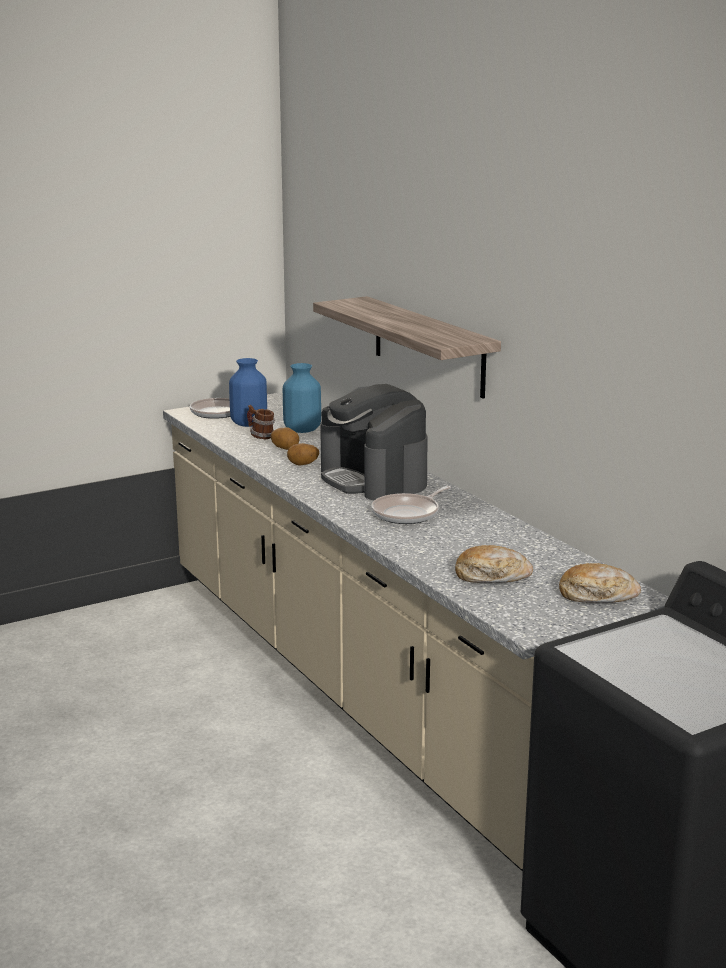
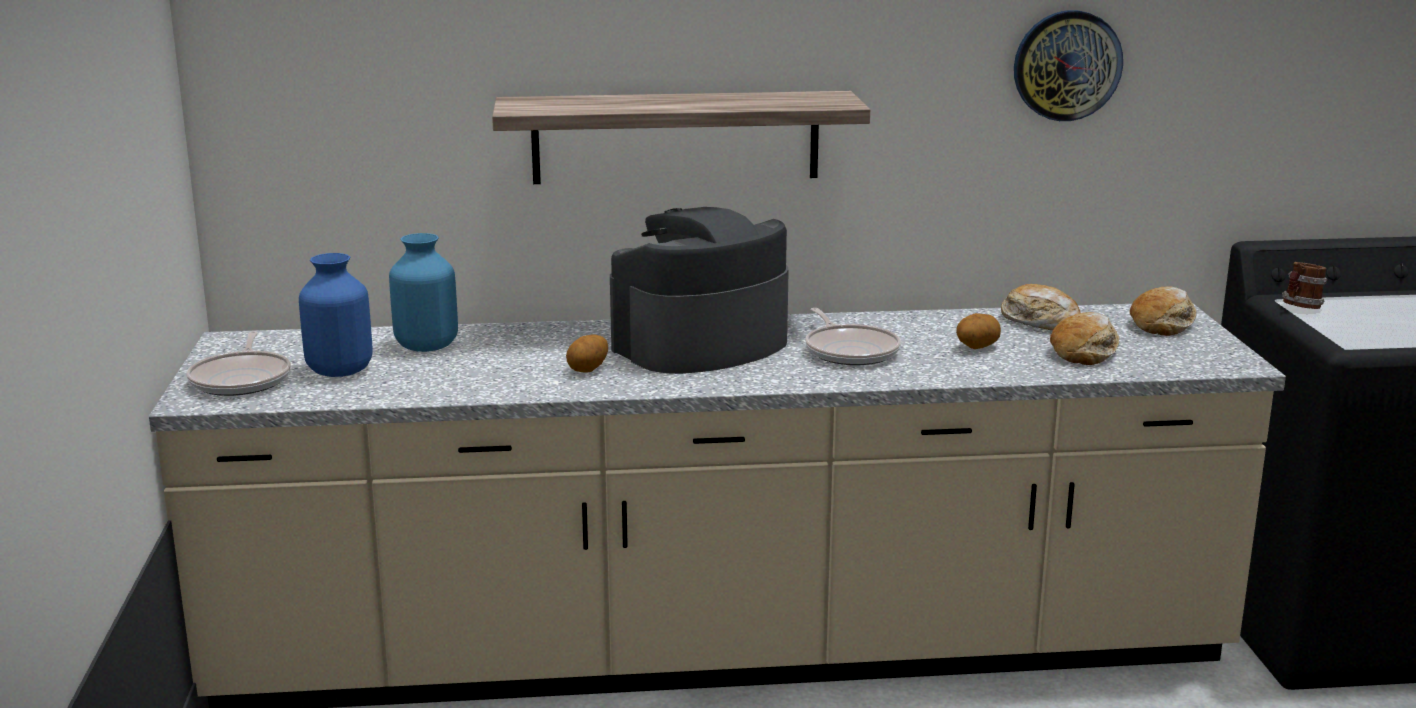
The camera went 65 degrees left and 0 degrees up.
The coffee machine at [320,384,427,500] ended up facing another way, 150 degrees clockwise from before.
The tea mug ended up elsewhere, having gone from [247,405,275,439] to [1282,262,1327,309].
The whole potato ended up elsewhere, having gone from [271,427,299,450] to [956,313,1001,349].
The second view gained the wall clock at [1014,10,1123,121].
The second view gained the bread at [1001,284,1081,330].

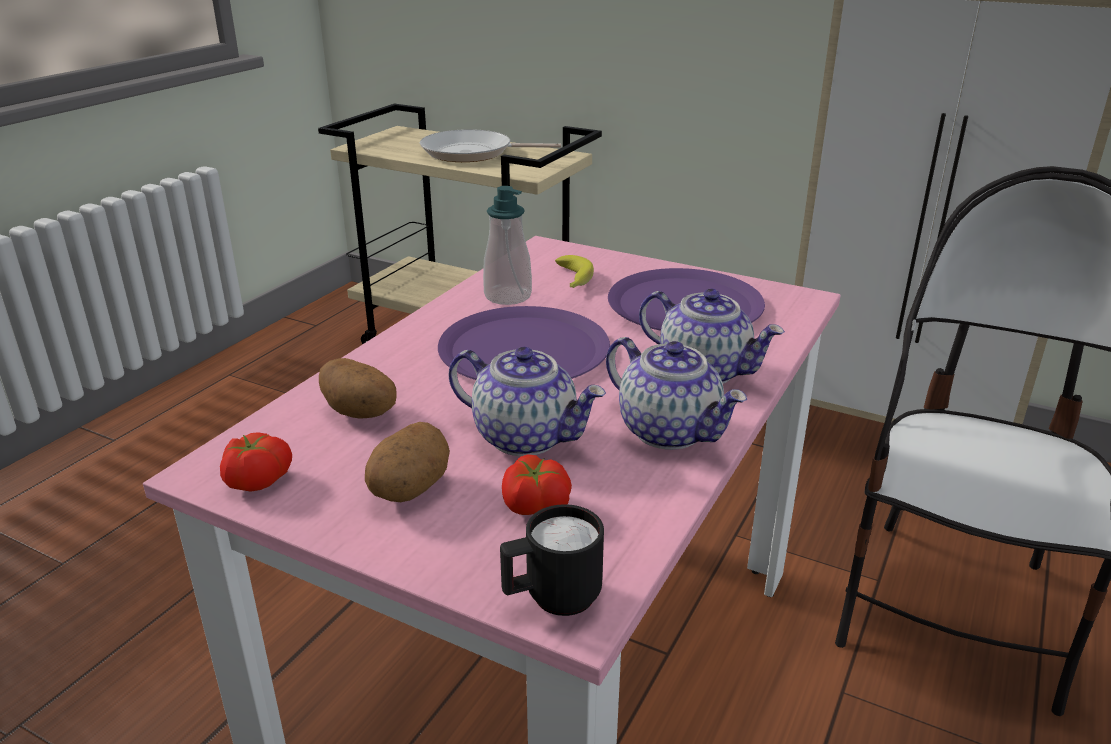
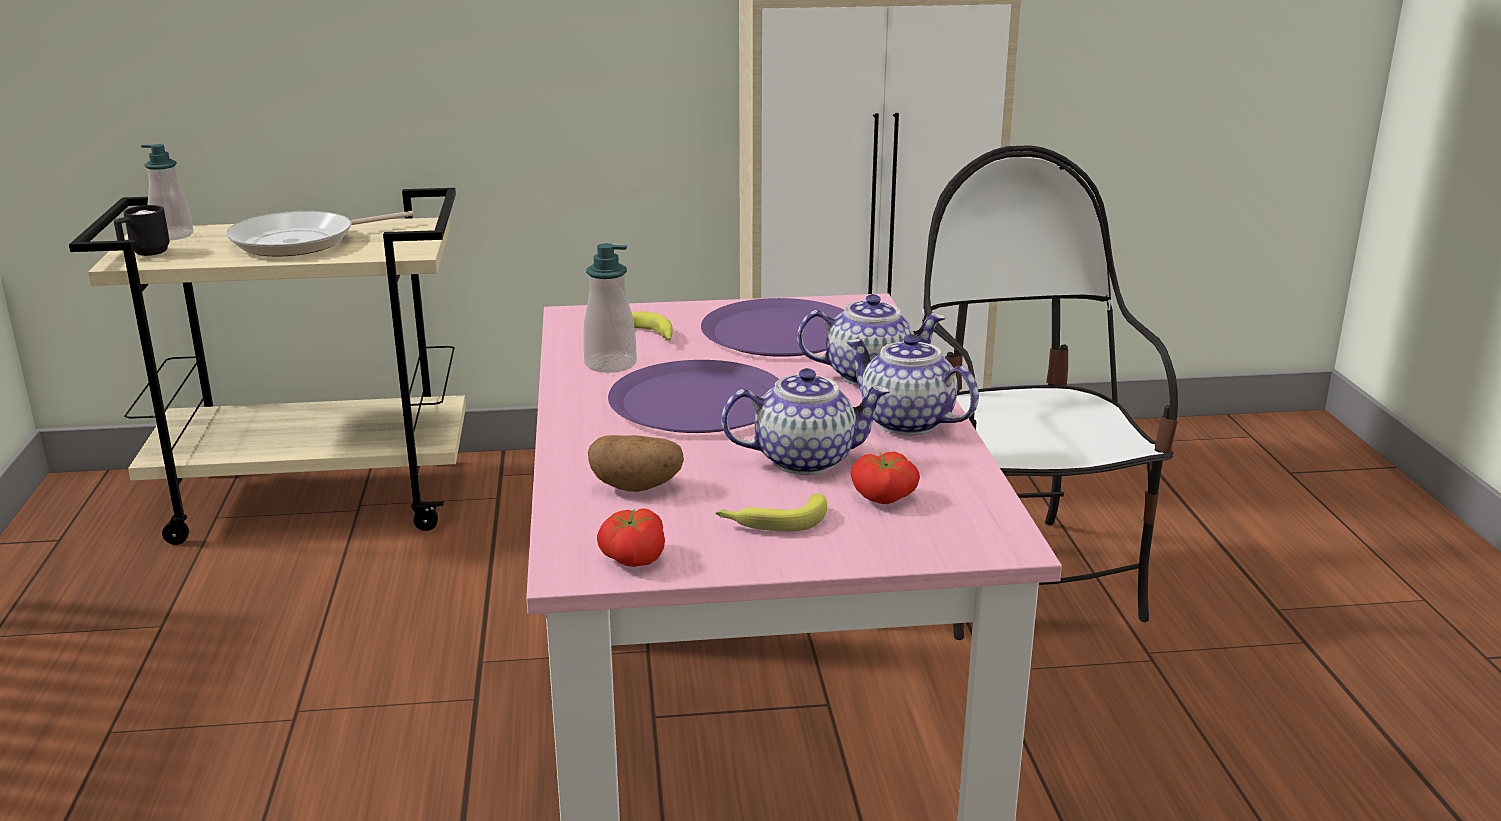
The camera went 35 degrees left and 5 degrees down.
The teapot at [606,337,747,450] ended up facing another way, 150 degrees counterclockwise from before.
Where the whole potato stood at [365,422,450,502], the whole banana came to stand at [716,494,827,531].
The black-coloured tea mug ended up elsewhere, having gone from [500,504,604,616] to [114,205,170,256].
The second view gained the soap bottle at [141,144,193,240].

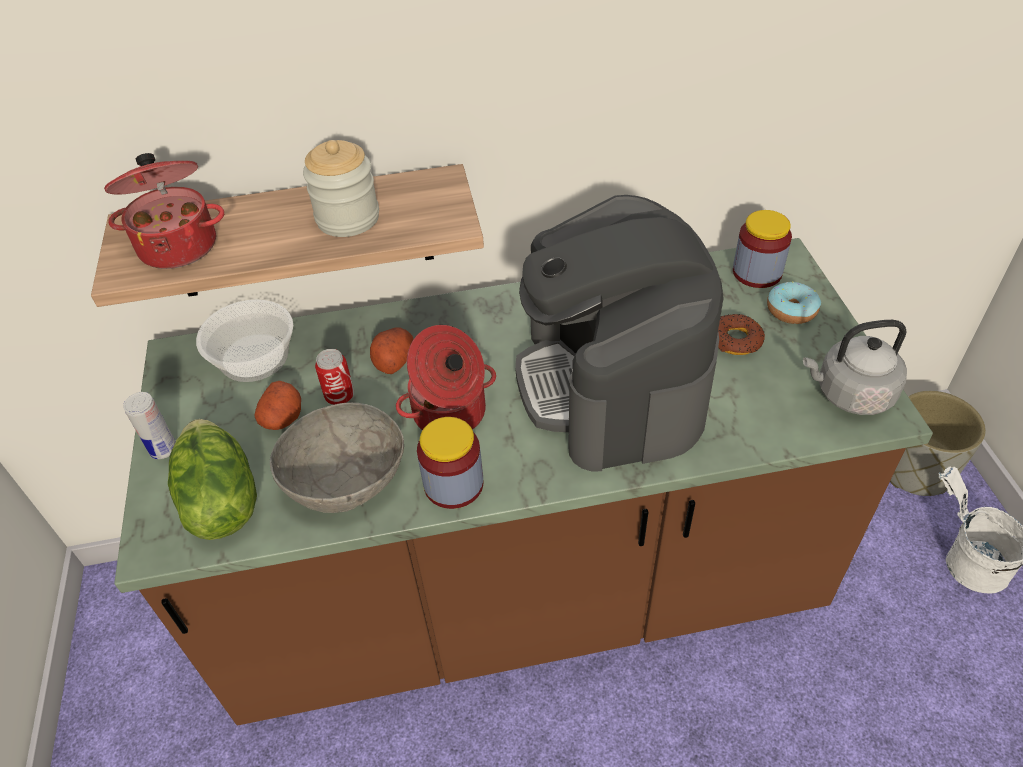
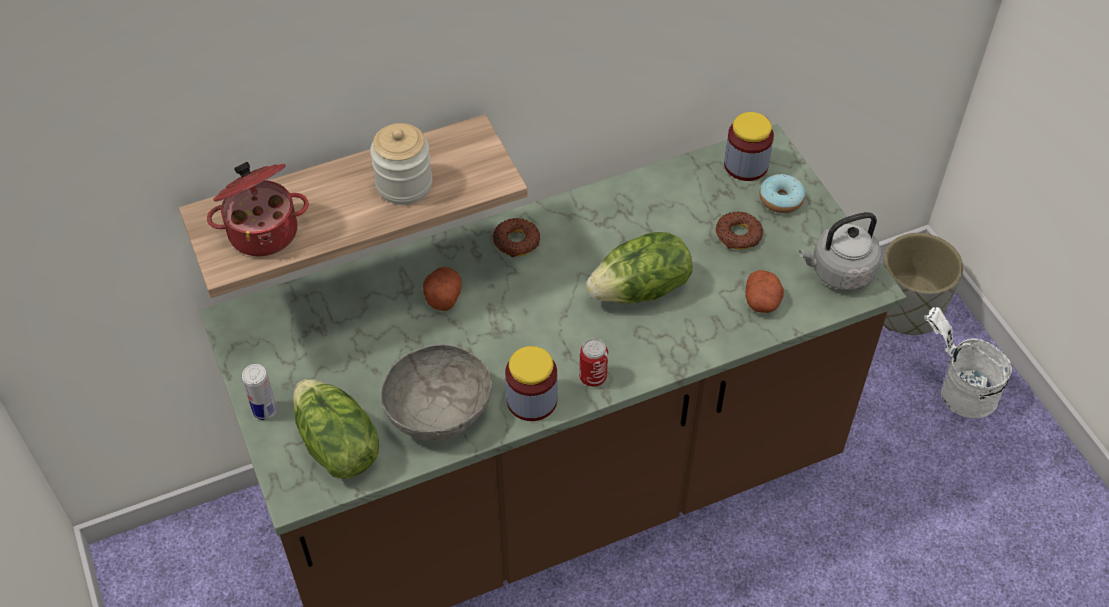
The camera went 15 degrees left and 5 degrees up.
Where the coffee machine stood at [515,195,724,472], the lettuce head came to stand at [587,232,693,303].
The second view lost the bowl at [196,300,293,382].
The second view lost the saucepot at [396,325,496,430].
The can ended up elsewhere, having gone from [315,349,354,405] to [579,338,608,387].
The whole potato ended up elsewhere, having gone from [255,381,301,430] to [745,270,784,313].
The second view gained the donut at [493,218,541,257].

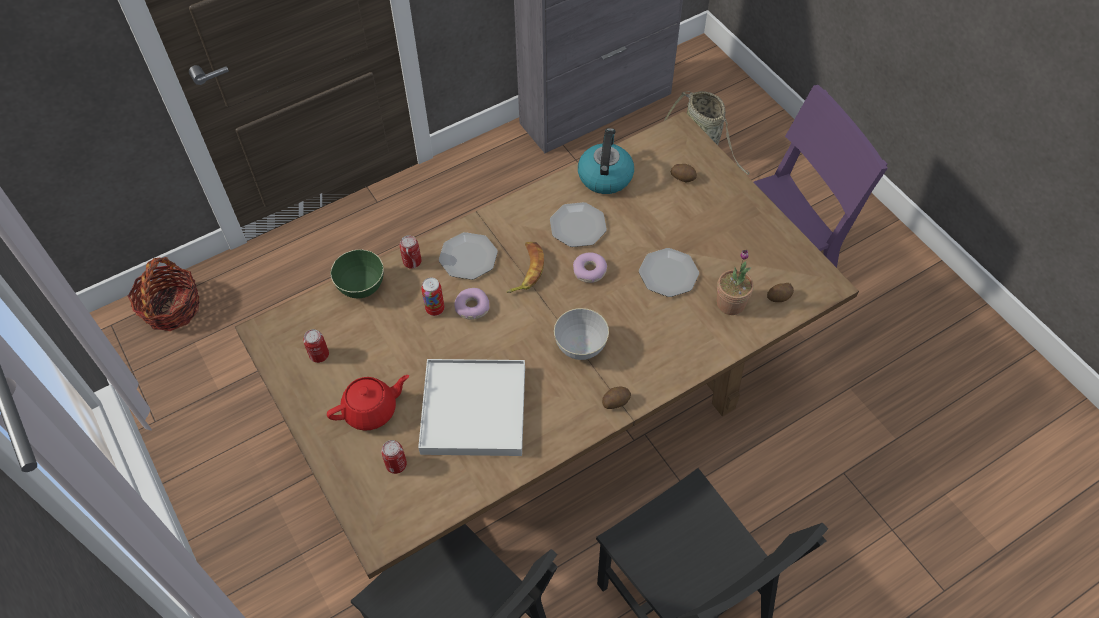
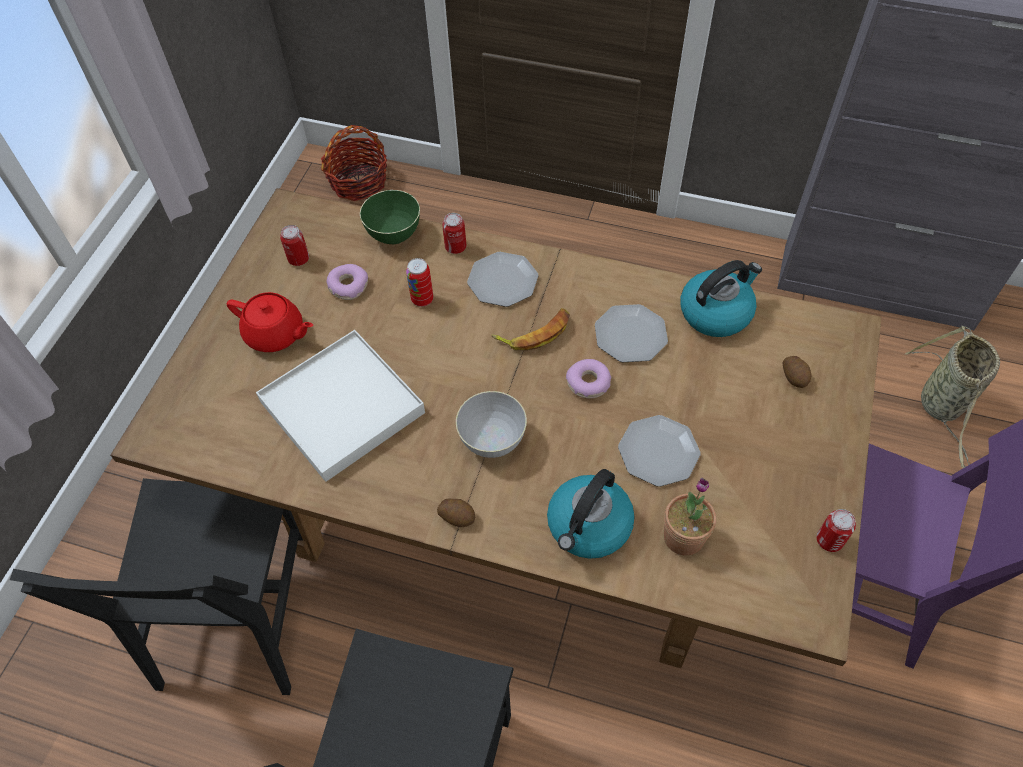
The camera went 50 degrees right and 0 degrees up.
The second view lost the whole potato at [767,283,794,302].
The donut ended up elsewhere, having gone from [454,288,489,320] to [327,264,368,300].
The can ended up elsewhere, having gone from [381,440,407,474] to [816,509,856,552].
The second view gained the tea kettle at [547,469,635,559].

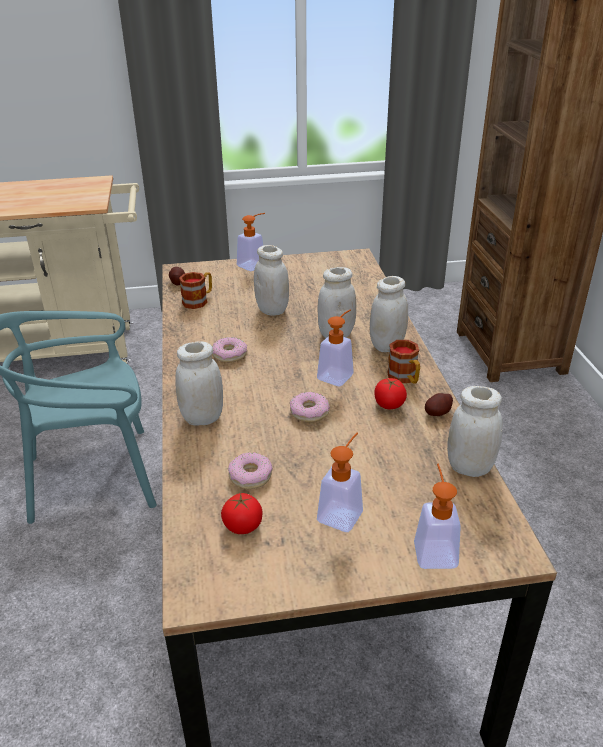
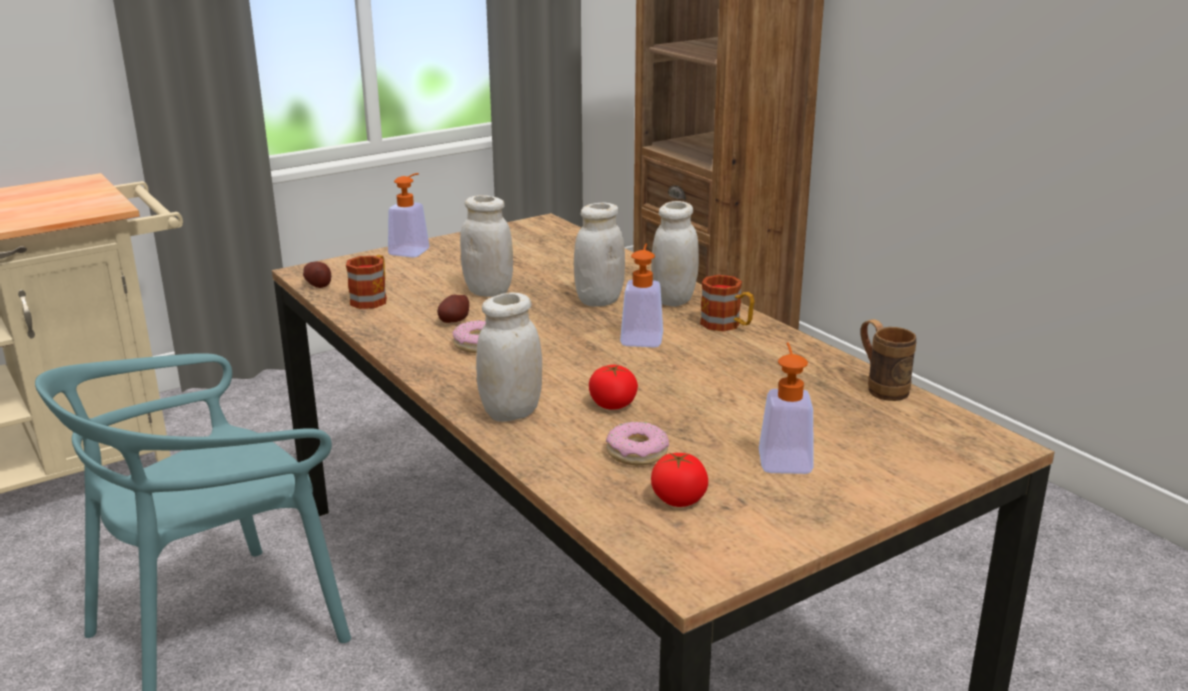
The camera went 25 degrees left and 10 degrees down.
The fresh tomato ended up elsewhere, having gone from [374,378,407,409] to [589,365,638,410].
Where the white storage jar stood at [447,386,503,477], the brownish tea mug came to stand at [860,319,916,401].
The second view lost the donut at [290,392,330,422].
The whole potato ended up elsewhere, having gone from [425,393,453,416] to [437,294,469,323].
The second view lost the soap bottle at [414,464,461,569].

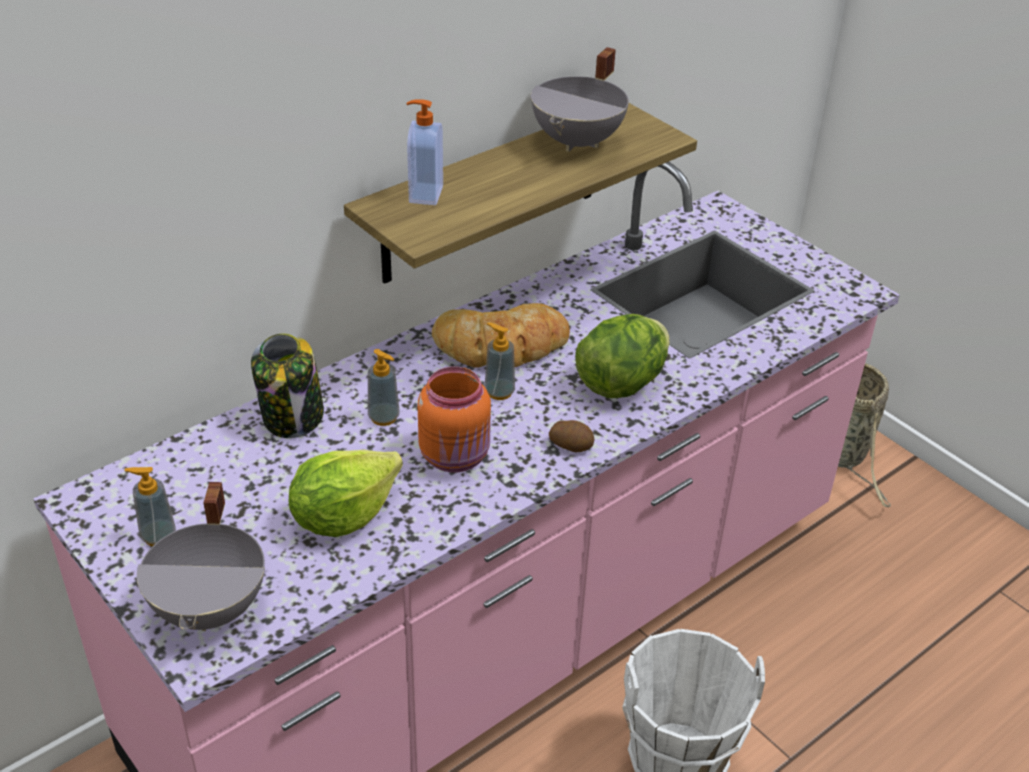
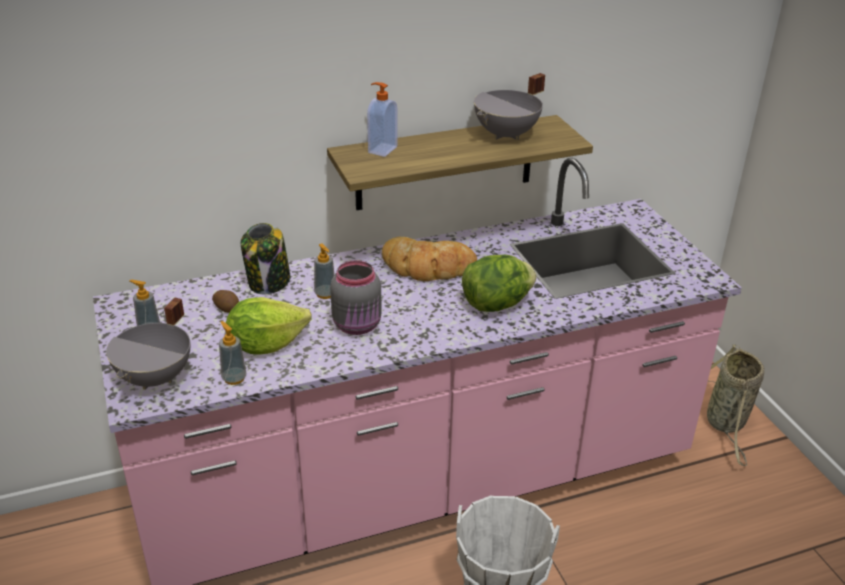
The camera went 20 degrees right and 5 degrees down.
The soap bottle ended up elsewhere, having gone from [485,322,515,400] to [219,321,246,385].
What was the orange storage jar at [418,367,491,472] turned into the greyish storage jar at [330,260,382,335].
The whole potato ended up elsewhere, having gone from [549,420,595,452] to [212,290,239,313].

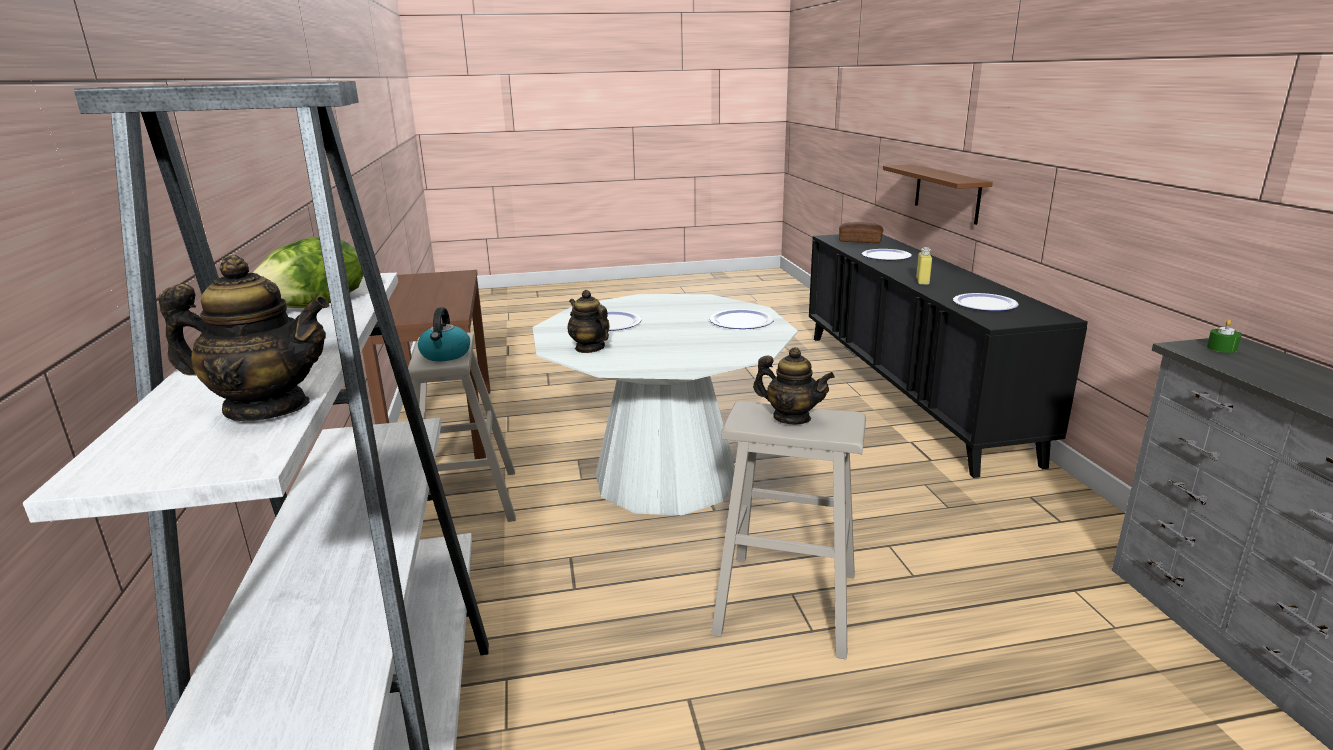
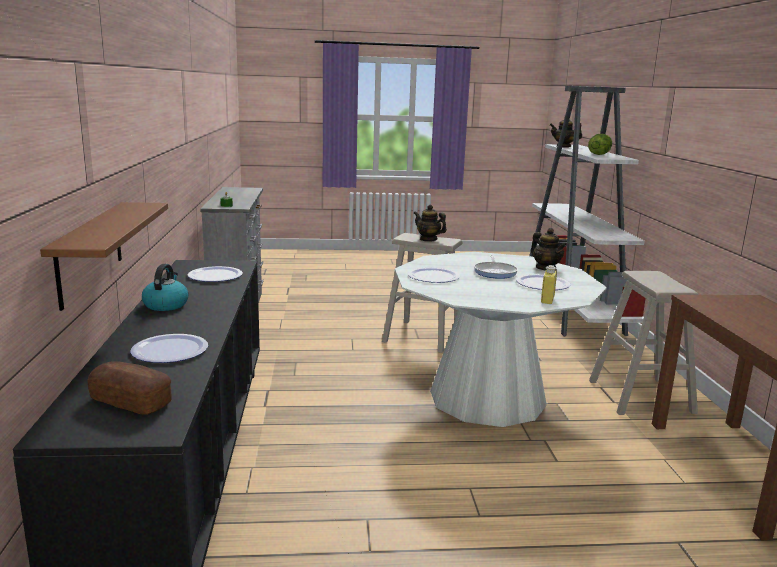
The camera went 175 degrees left and 5 degrees down.
The yellow-coloured drink bottle ended up elsewhere, having gone from [916,247,932,284] to [541,265,557,304].
The tea kettle ended up elsewhere, having gone from [418,307,470,361] to [142,264,189,311].
The second view gained the skillet at [474,255,518,279].

